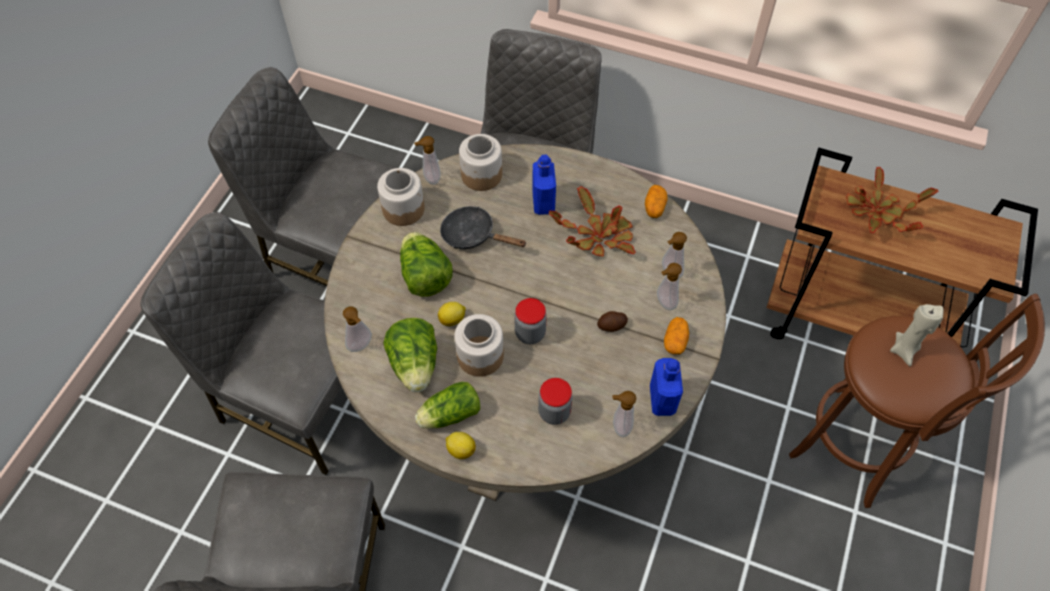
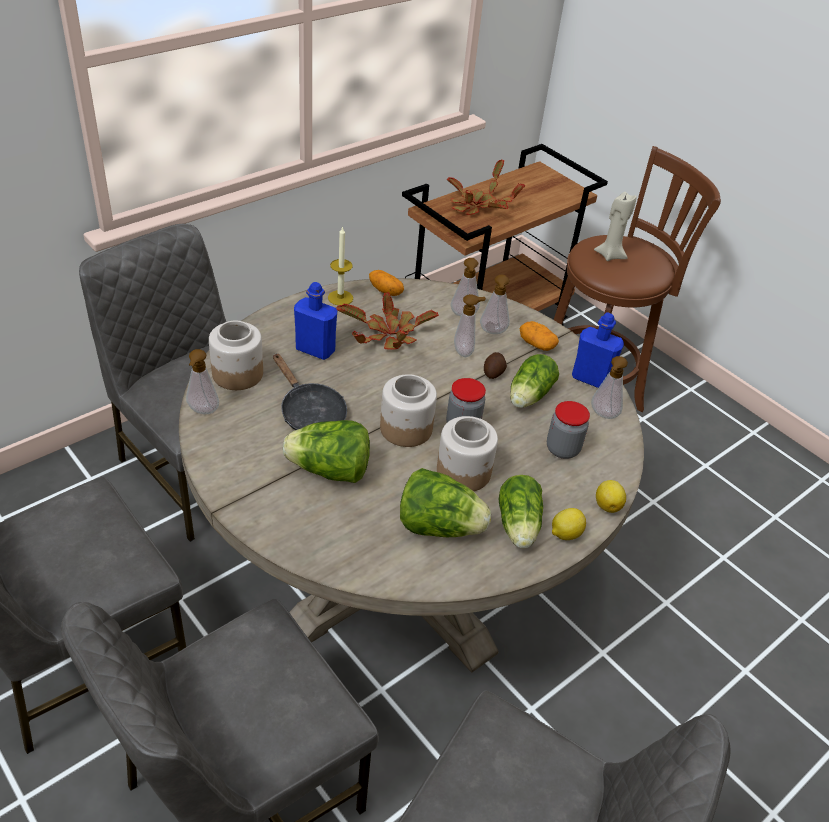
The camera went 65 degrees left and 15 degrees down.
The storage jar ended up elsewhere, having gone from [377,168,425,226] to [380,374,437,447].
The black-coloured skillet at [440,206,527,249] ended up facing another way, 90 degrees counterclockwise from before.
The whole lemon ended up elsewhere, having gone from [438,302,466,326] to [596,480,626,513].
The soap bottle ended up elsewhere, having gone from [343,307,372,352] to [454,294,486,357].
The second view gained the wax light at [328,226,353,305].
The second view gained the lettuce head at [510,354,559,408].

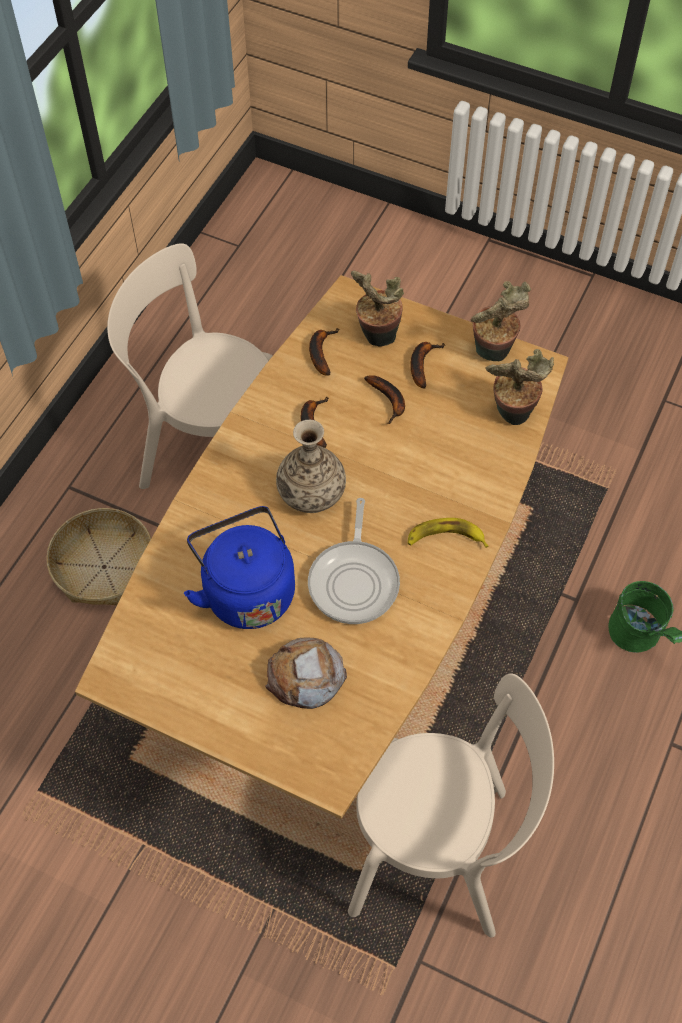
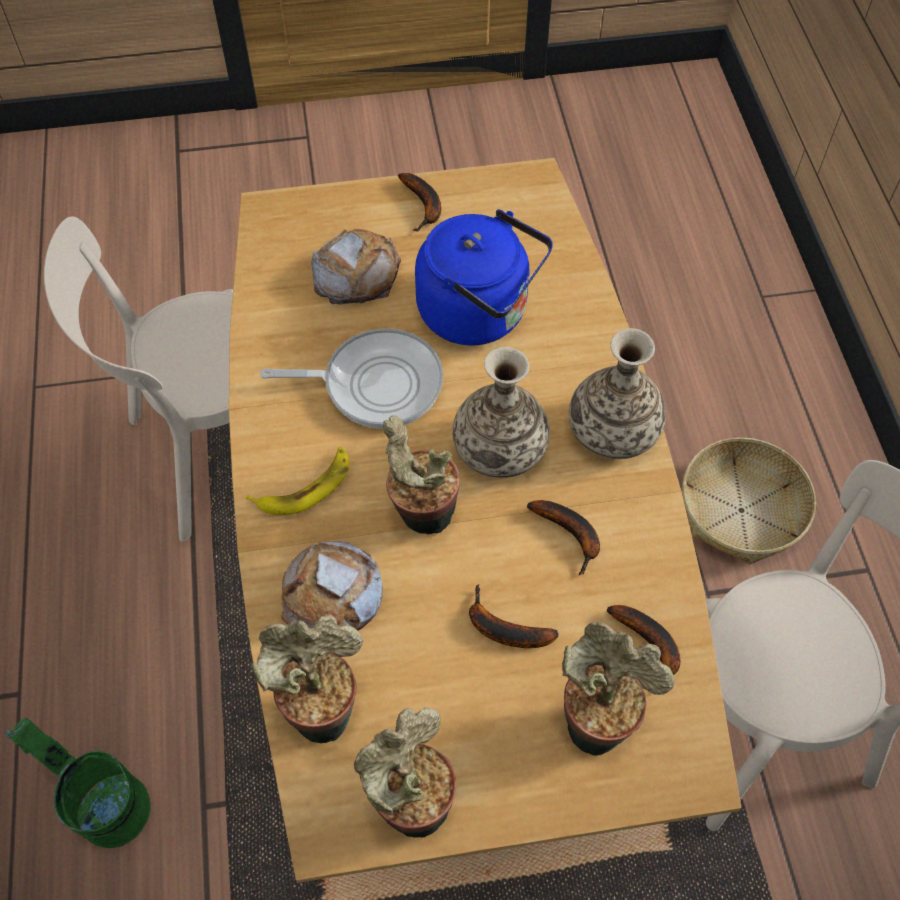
The camera went 145 degrees right and 0 degrees up.
The whole banana ended up elsewhere, having gone from [410,342,445,388] to [398,173,441,231].
The skillet at [308,498,400,624] ended up facing another way, 120 degrees clockwise from before.
The second view gained the vase at [569,328,666,459].
The second view gained the plant in a pot at [383,415,460,534].
The second view gained the bread at [281,541,383,631].

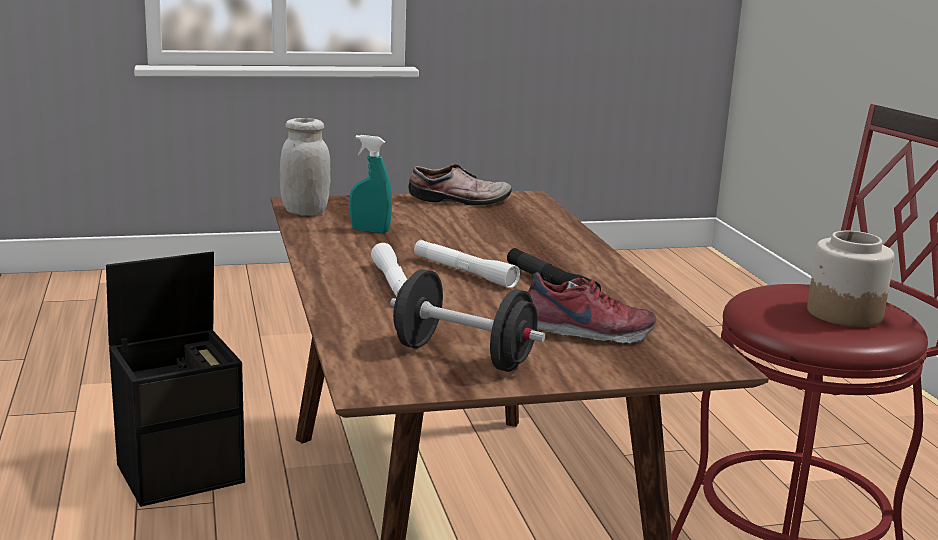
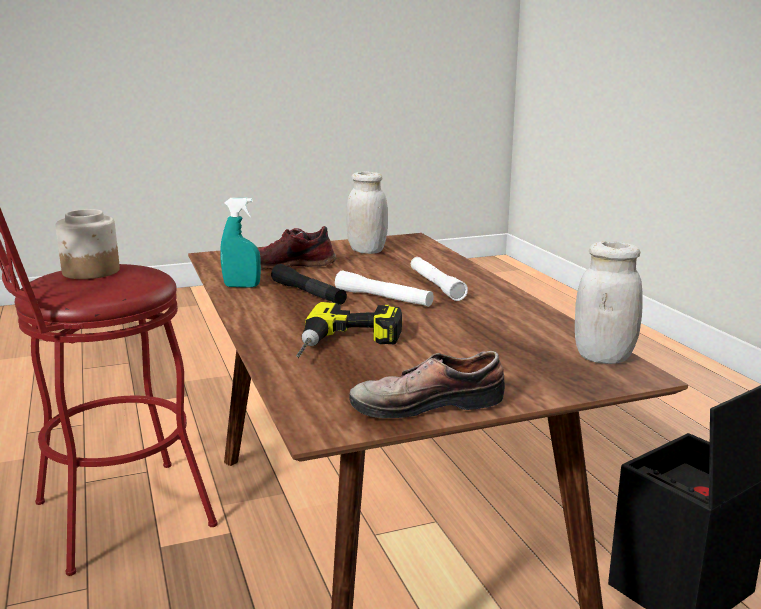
The camera went 175 degrees right and 0 degrees up.
The turquoise hand sprayer ended up elsewhere, having gone from [350,135,392,233] to [220,198,261,288].
Where the black-coloured dumbbell stood at [390,269,545,372], the white storage jar came to stand at [346,172,388,254].
The second view gained the drill at [296,302,402,358].

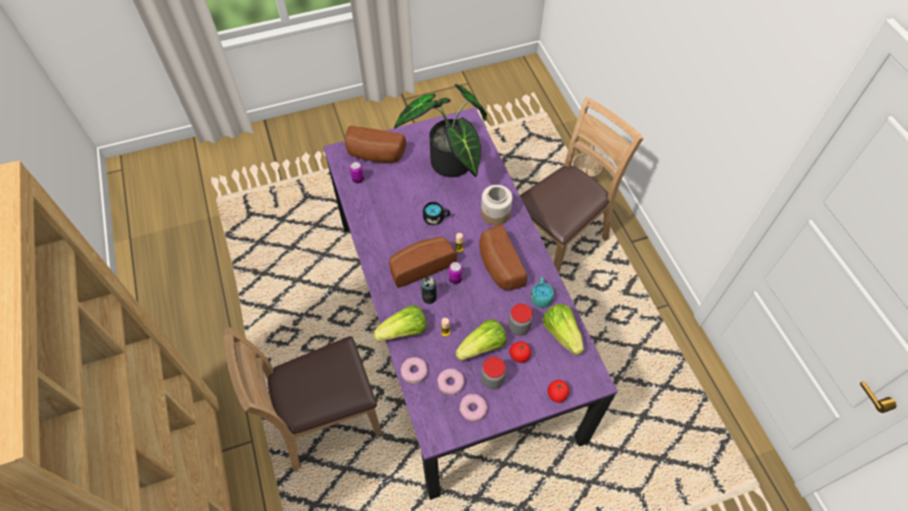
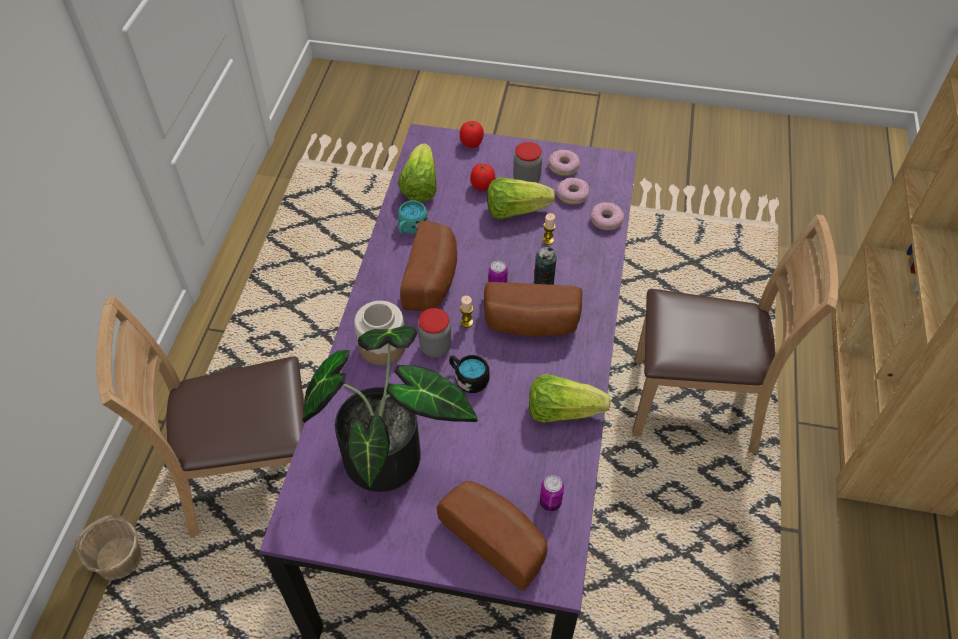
The camera went 150 degrees left and 5 degrees down.
The storage jar ended up elsewhere, having gone from [508,303,533,336] to [418,308,451,358].
The lettuce head ended up elsewhere, having gone from [374,305,427,342] to [529,374,611,422].

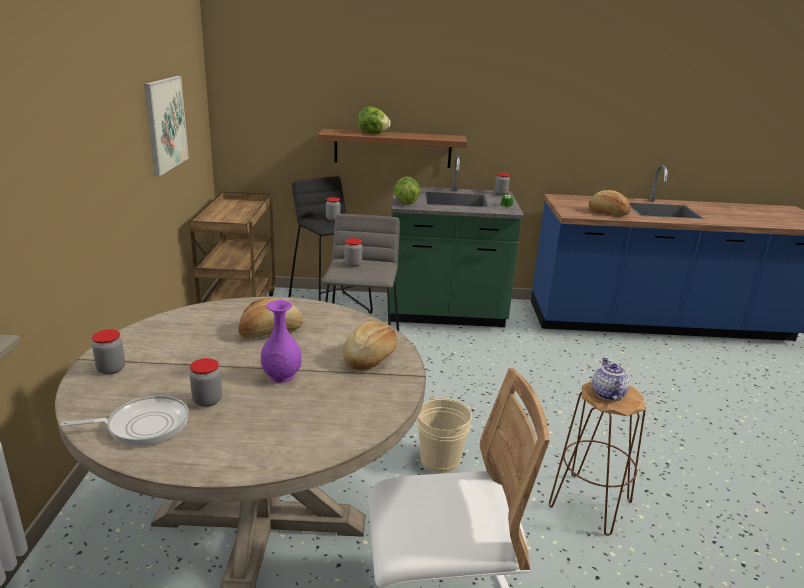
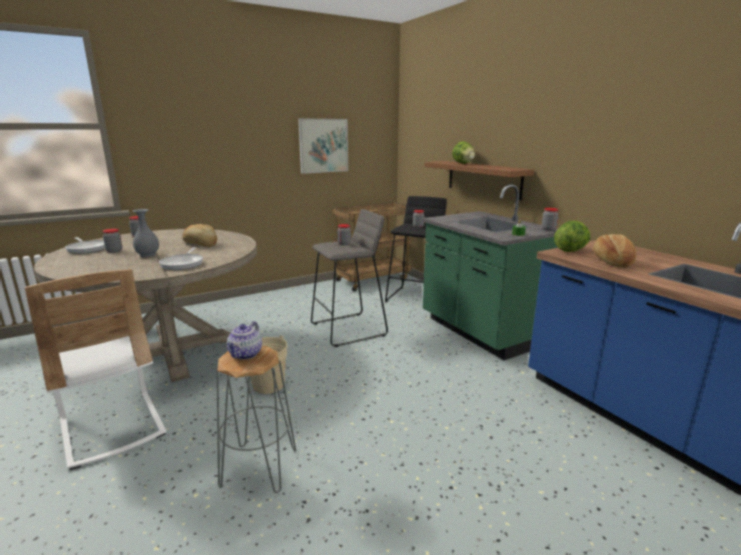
The camera went 60 degrees right and 5 degrees down.
The lettuce head ended up elsewhere, having gone from [394,176,421,205] to [554,220,591,252].
What was the purple-coloured vase at [261,300,302,383] turned into the greyish vase at [132,209,159,257].
Where the bread stood at [343,321,397,370], the skillet came to stand at [159,247,203,270].
The teapot at [592,358,630,401] ended up facing another way, 135 degrees clockwise from before.
What was the brownish stool at [549,381,646,536] turned into the greyish stool at [217,346,296,493].

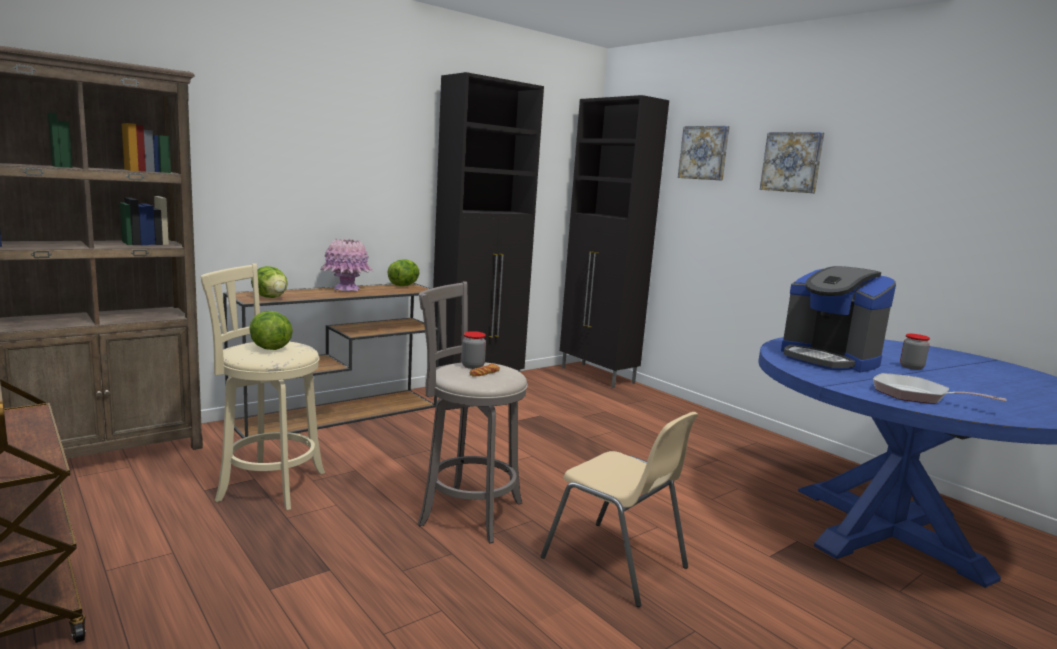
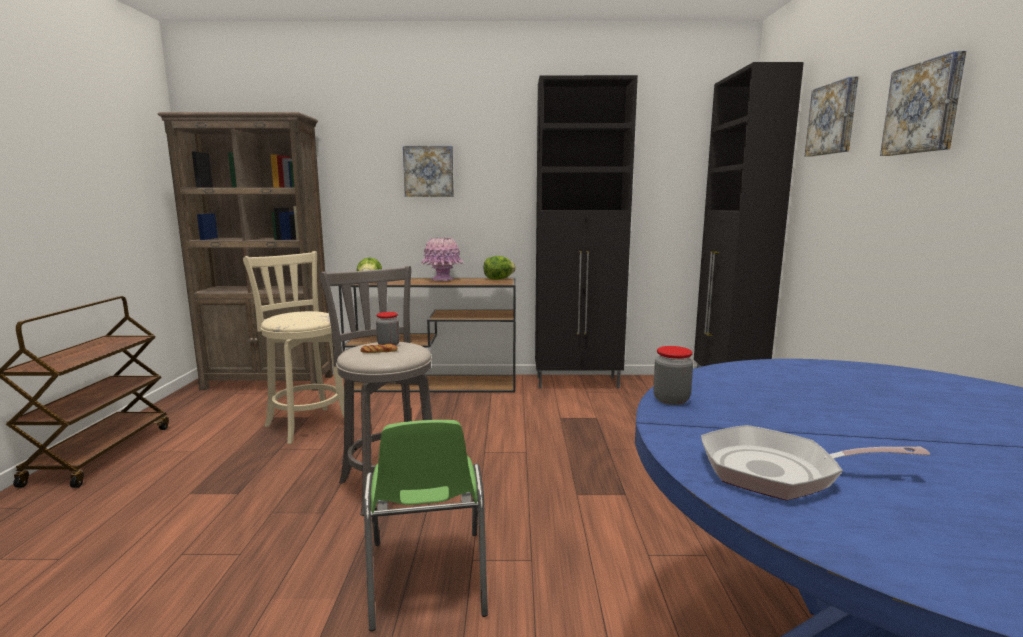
The camera went 40 degrees right and 0 degrees up.
The second view lost the coffee machine at [781,266,896,372].
The second view lost the lettuce head at [249,311,293,350].
The storage jar ended up elsewhere, having gone from [900,334,930,370] to [653,346,693,405].
The skillet at [873,373,1007,404] ended up facing another way, 75 degrees counterclockwise from before.
What was the beige-coloured upright chair at [541,412,698,607] turned into the green-coloured upright chair at [364,420,488,631].
The second view gained the wall picture at [403,146,454,197].

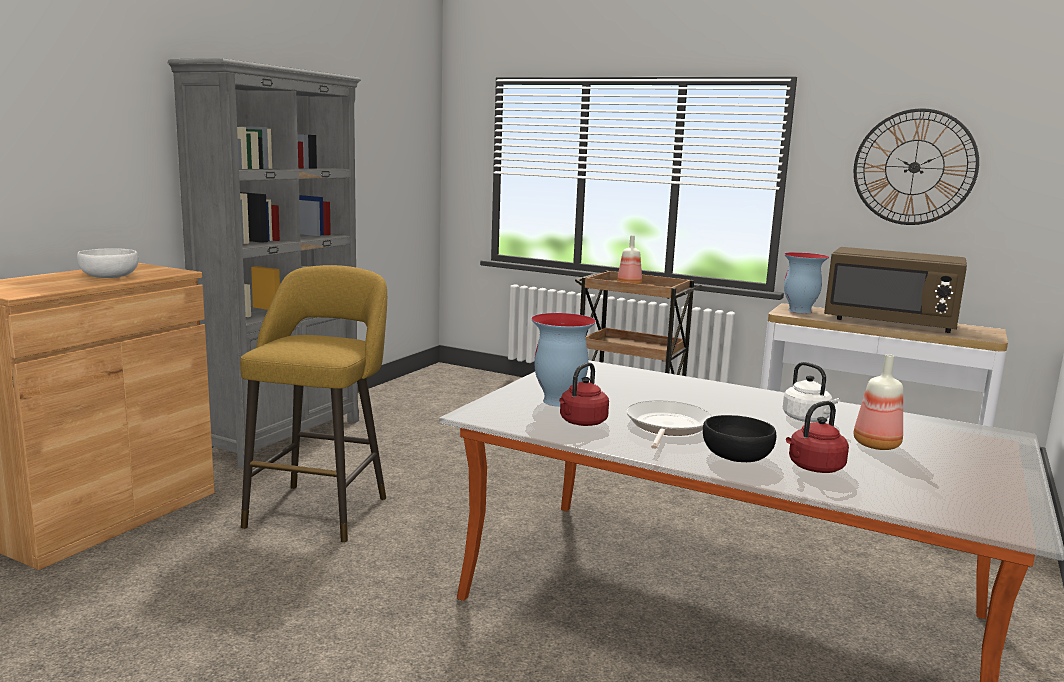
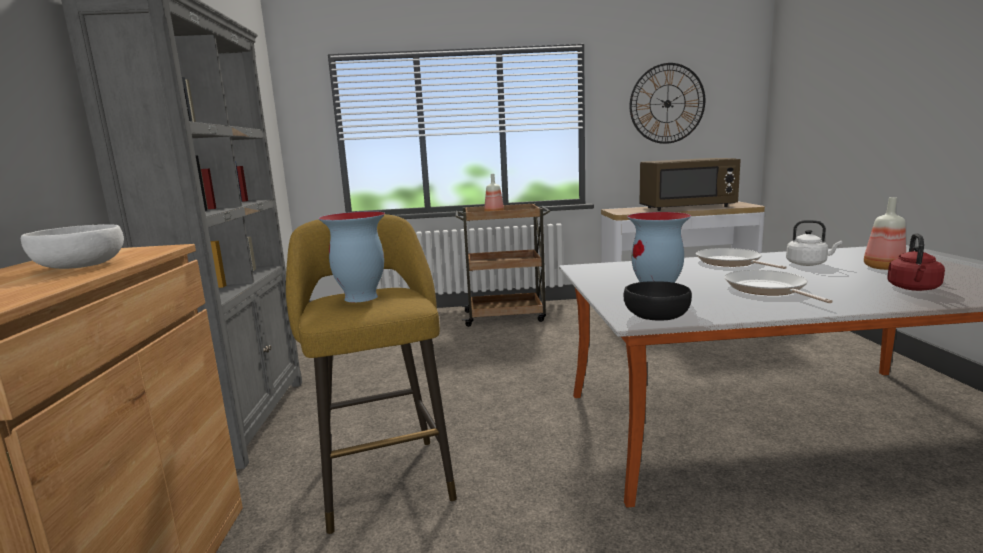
The camera went 30 degrees left and 0 degrees up.
The vase ended up elsewhere, having gone from [784,252,829,313] to [318,211,385,302].
The second view lost the red-coloured tea kettle at [559,362,609,426].
The black-coloured bowl ended up elsewhere, having gone from [703,415,776,462] to [624,281,692,320].
The second view gained the skillet at [696,248,787,269].

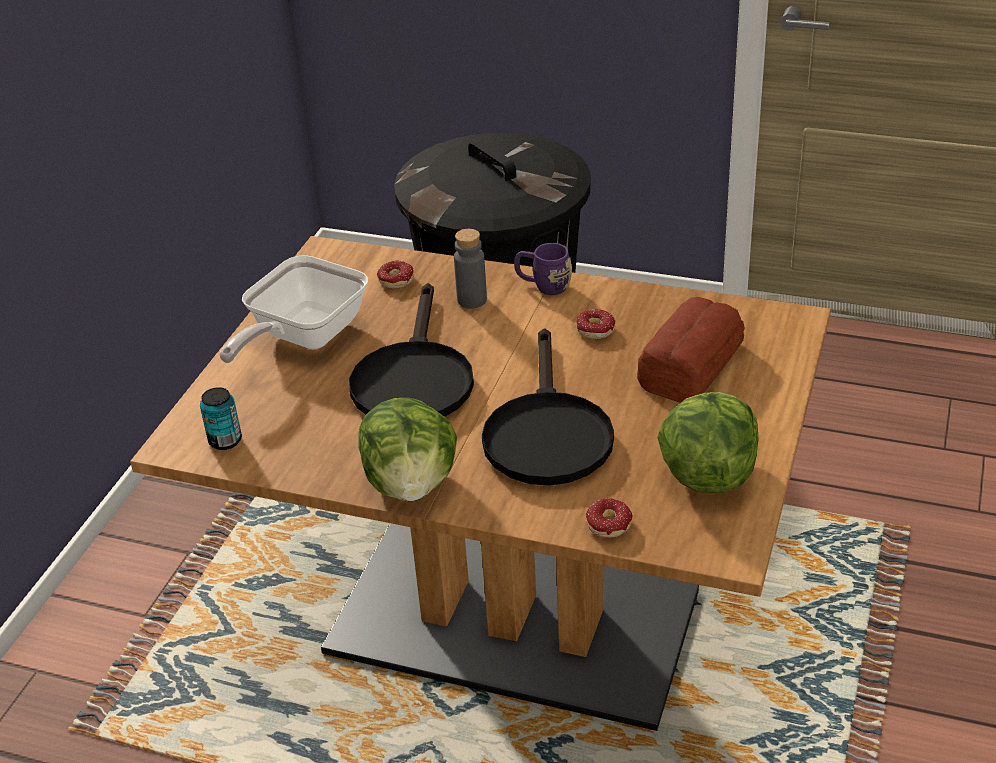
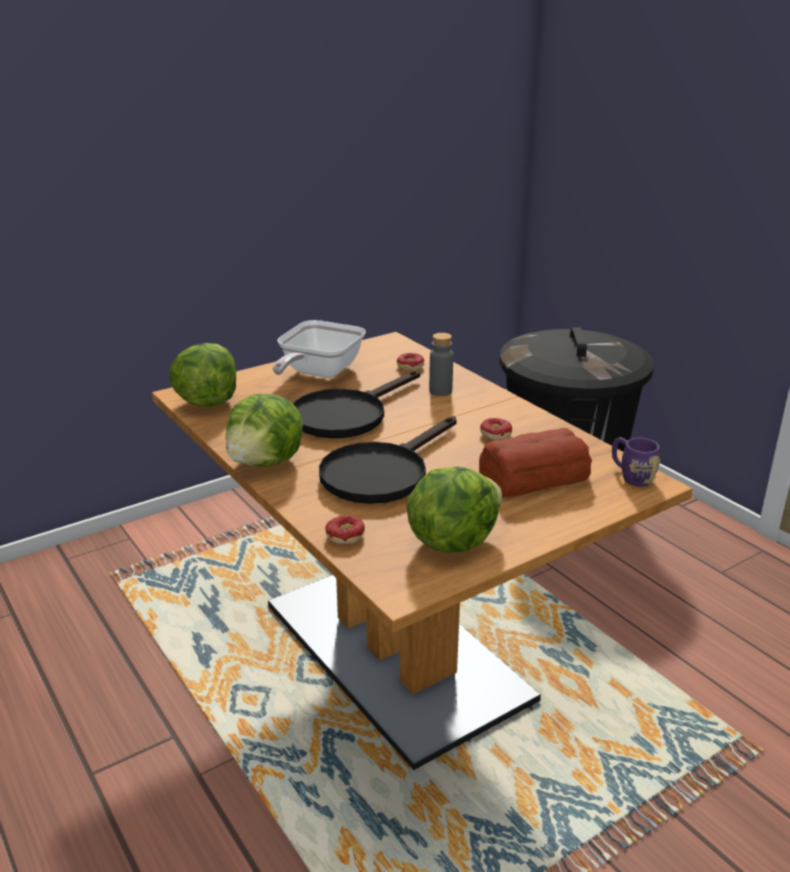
The camera went 35 degrees right and 10 degrees down.
The purple-coloured tea mug ended up elsewhere, having gone from [514,243,572,295] to [612,437,660,486].
The skillet at [219,255,368,363] ended up facing another way, 45 degrees counterclockwise from before.
Where the can stood at [200,387,242,450], the lettuce head came to stand at [169,343,236,407].

